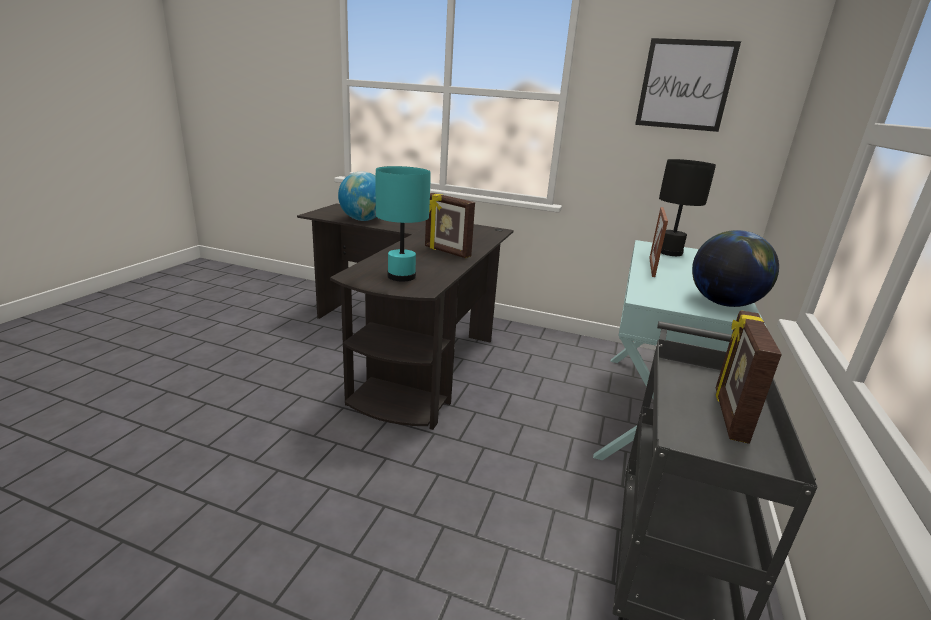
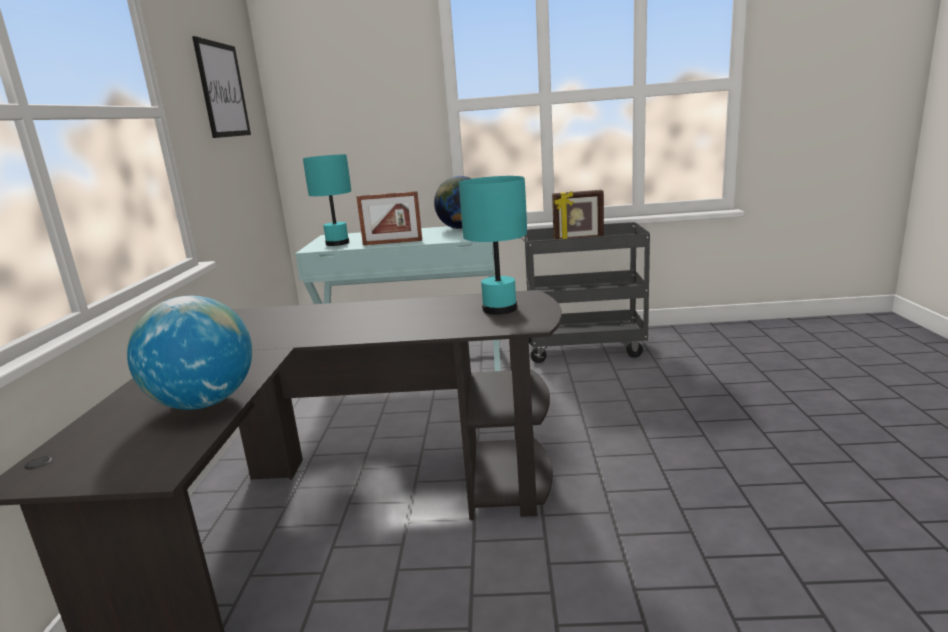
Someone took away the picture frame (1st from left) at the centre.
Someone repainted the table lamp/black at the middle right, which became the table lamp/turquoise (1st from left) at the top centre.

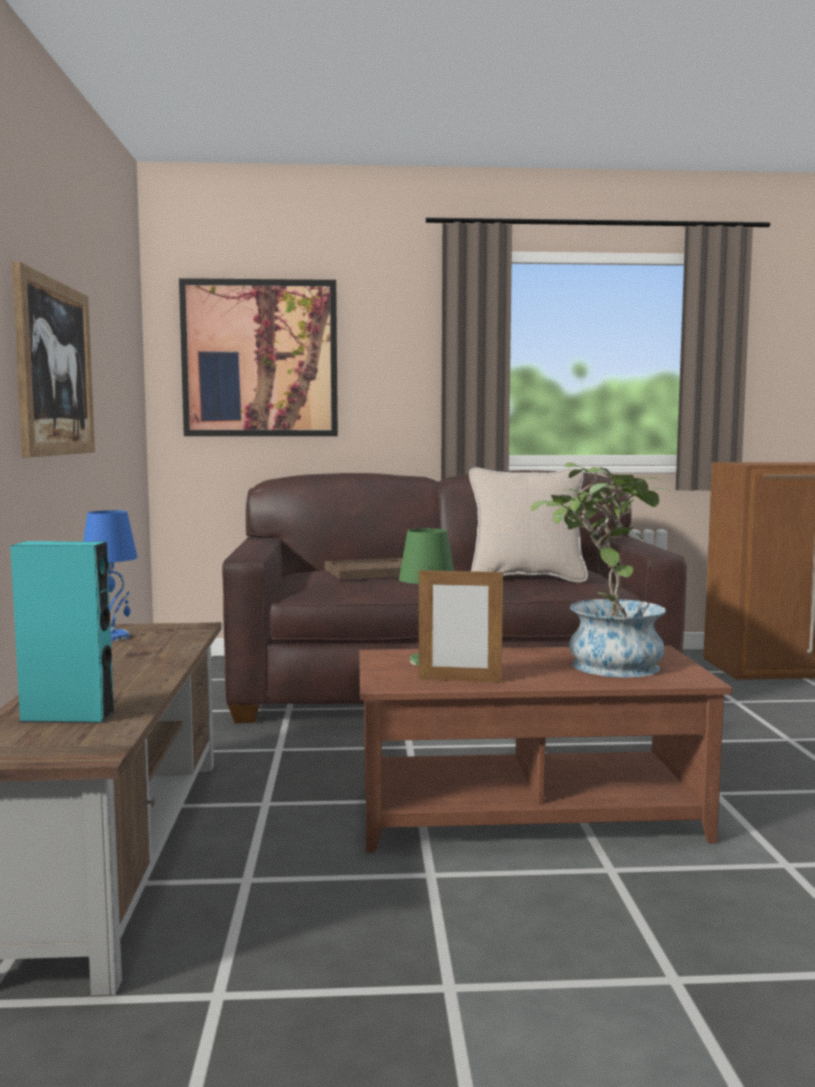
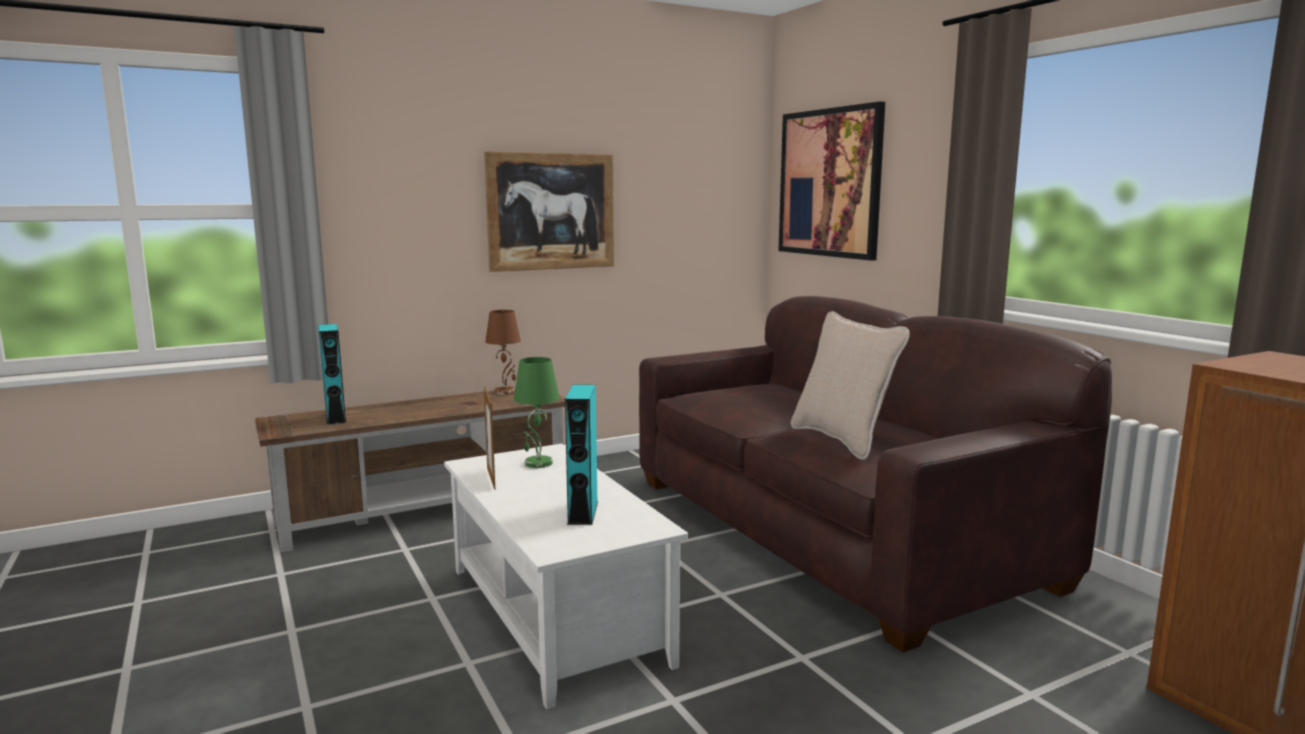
Someone repainted the table lamp/blue at the middle left, which became the table lamp/brown at the centre.
Someone took away the tray/brown at the centre.
Someone repainted the coffee table/brown at the bottom right, which became the coffee table/white at the bottom centre.
Someone swapped the potted plant at the middle right for the speaker/turquoise (2nd from left) at the centre.

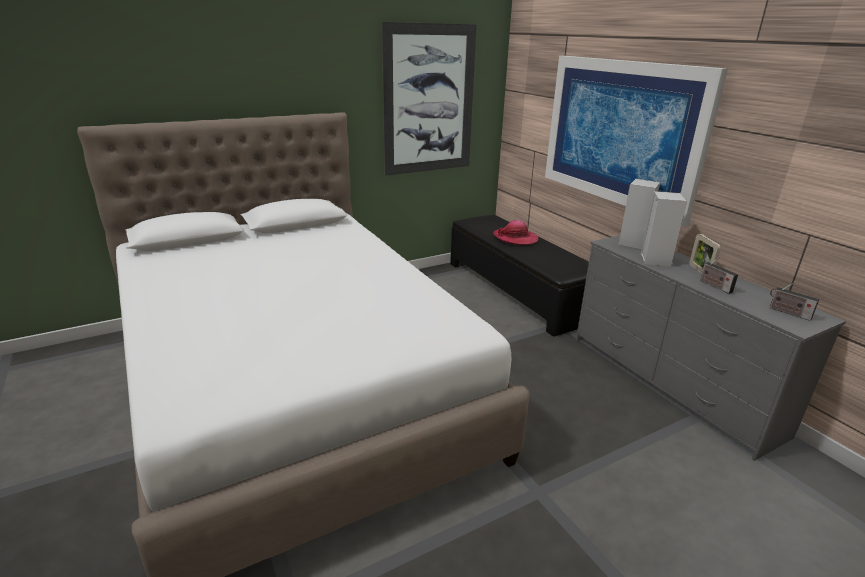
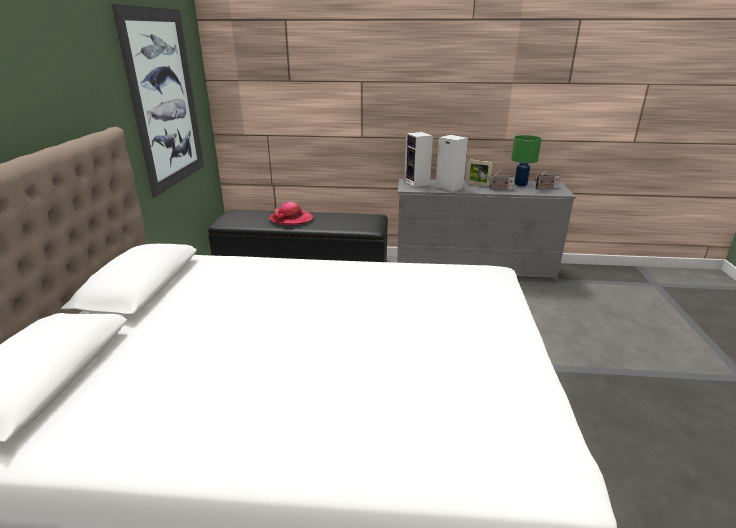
Someone took away the picture (2nd from left) at the top right.
Someone put down the table lamp/green at the top right.

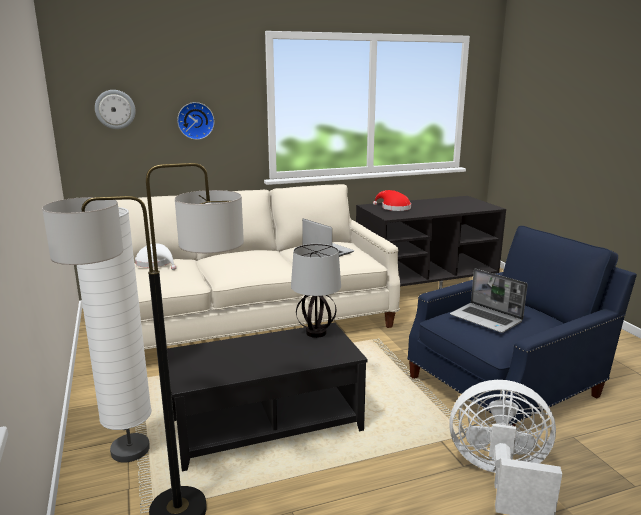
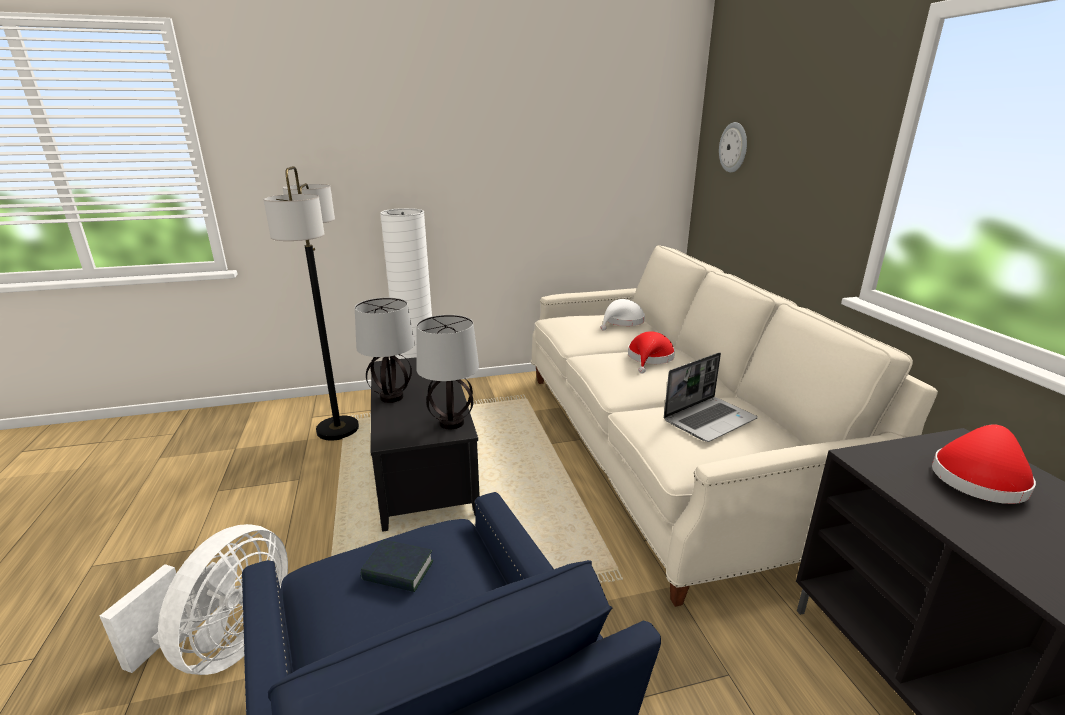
Someone took away the wall clock (2nd from left) at the top left.
Someone swapped the laptop (2nd from left) at the middle right for the book at the bottom centre.
Someone put down the table lamp (1st from left) at the centre.
Someone put down the hat/red (1st from left) at the centre.

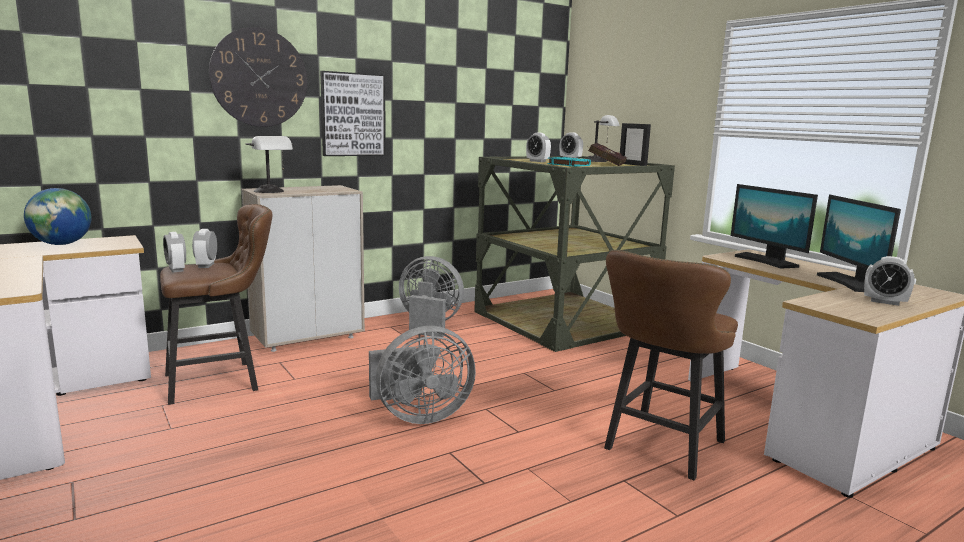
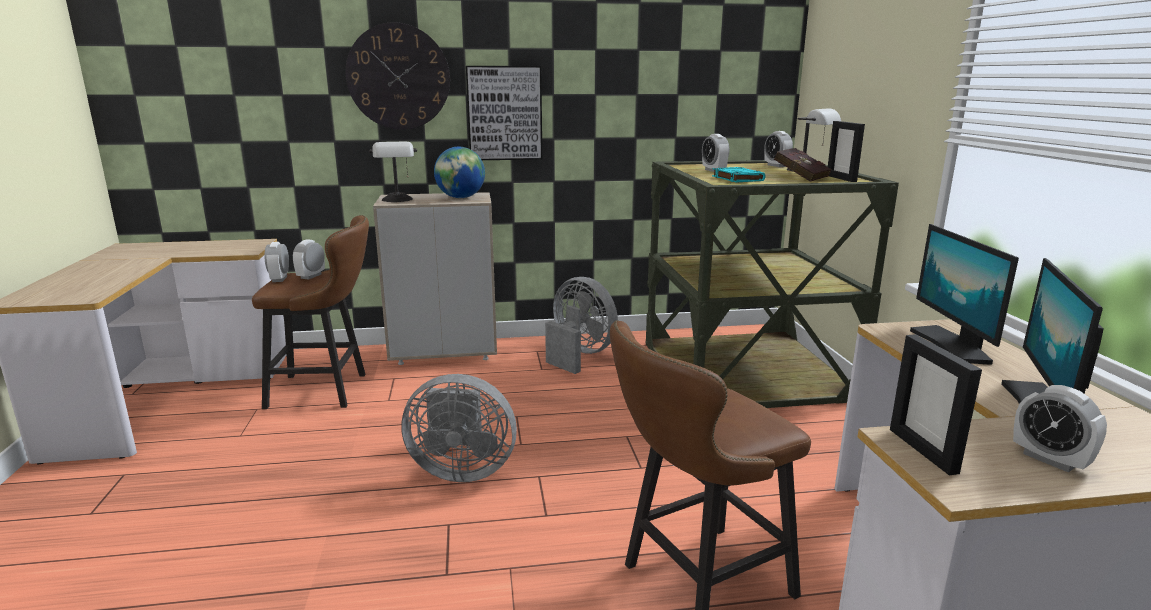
Someone carried the globe from the middle left to the top centre.
Someone put down the picture frame (2nd from left) at the middle right.

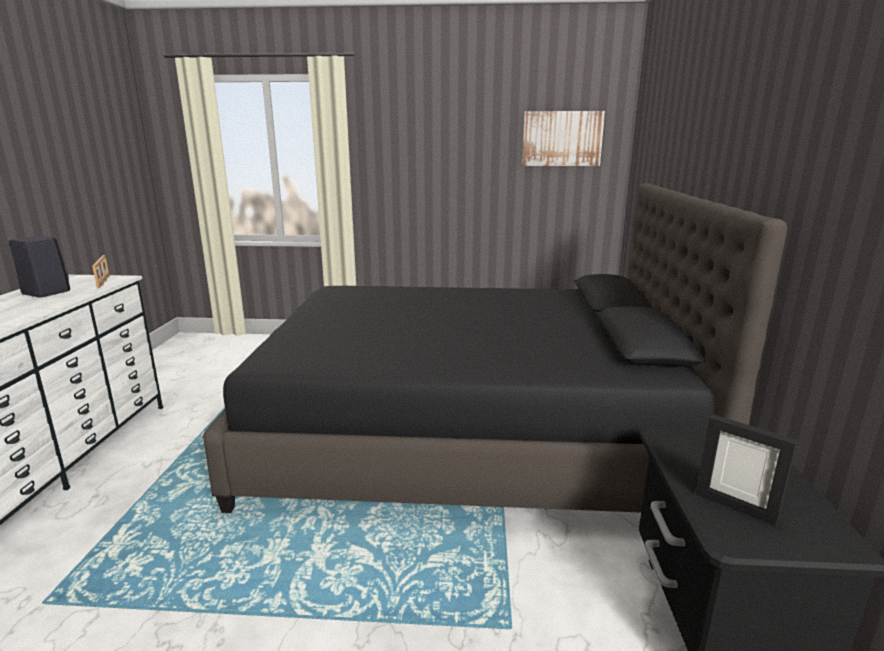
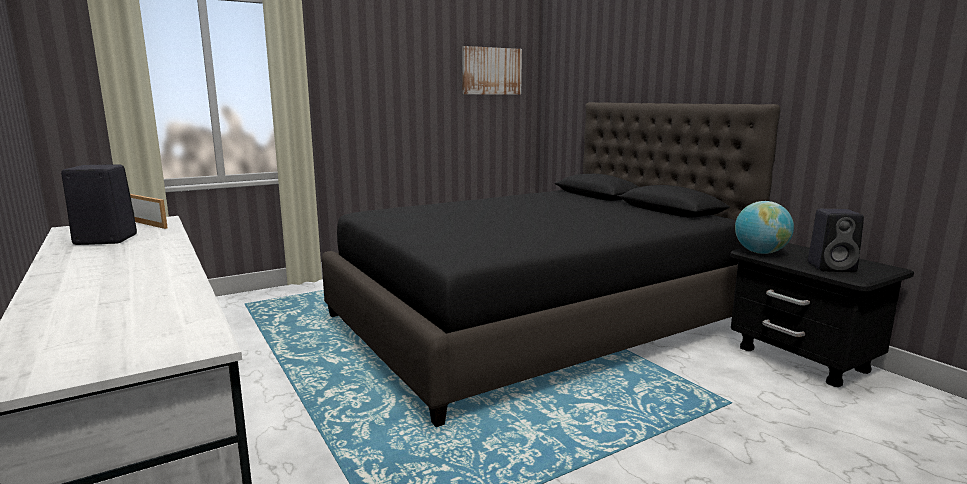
Someone swapped the picture frame (2nd from left) at the bottom right for the speaker/black (2nd from left) at the middle right.
Someone put down the globe at the middle right.

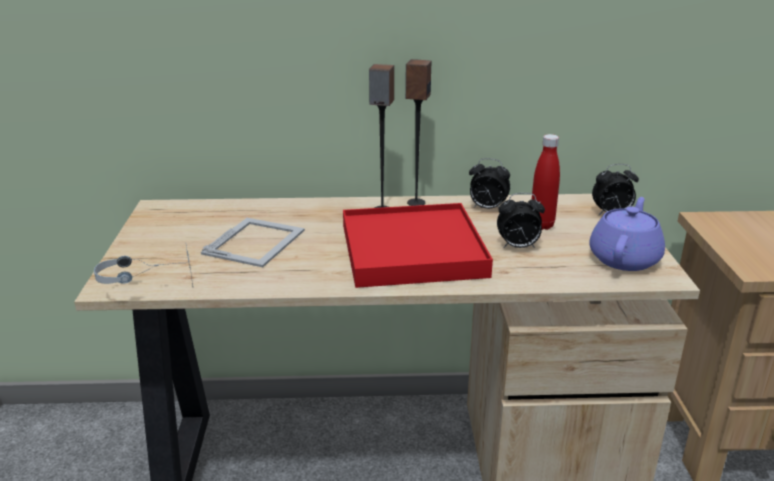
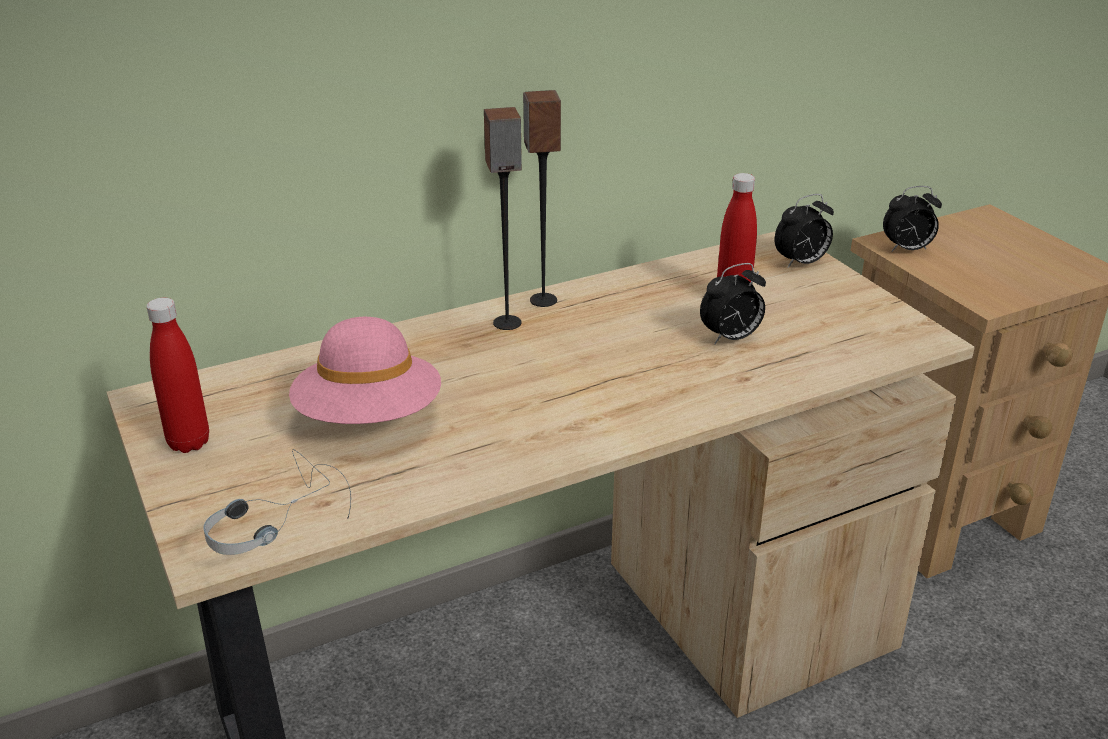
Someone swapped the picture frame at the middle left for the hat/pink at the middle left.
Someone took away the tray/red at the centre.
Someone carried the alarm clock (1st from left in the first image) from the centre to the top right.
Someone took away the teapot/purple at the middle right.
Someone put down the bottle/red (1st from left) at the middle left.

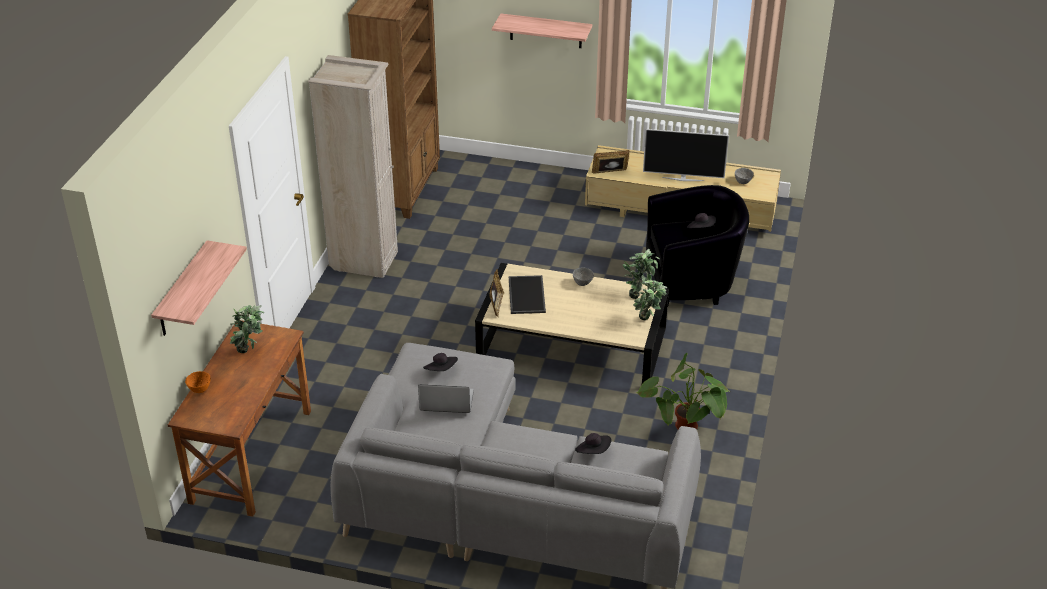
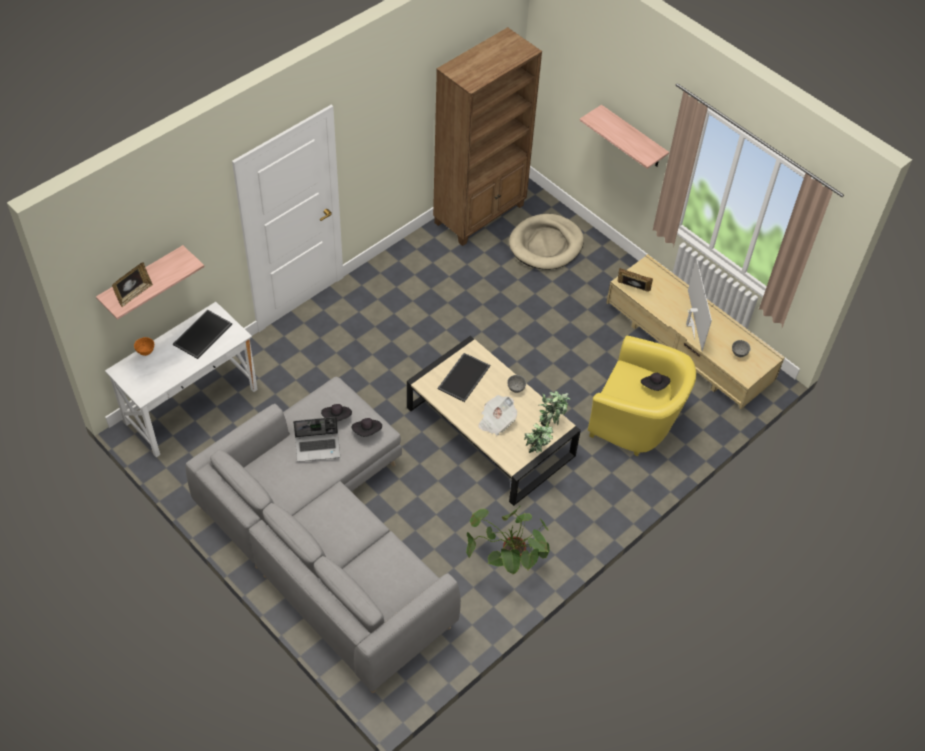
Someone repainted the desk/brown at the bottom left, which became the desk/white at the middle left.
Someone swapped the potted plant (1st from left) at the middle left for the tray (1st from left) at the middle left.
Someone took away the cabinet/beige at the top centre.
Someone rotated the laptop at the bottom centre by 135 degrees clockwise.
Someone carried the picture frame (1st from left) from the centre to the middle left.
Someone carried the hat/black (2nd from left) from the bottom centre to the centre.
Someone rotated the television at the top centre by 135 degrees counterclockwise.
Someone repainted the armchair/black at the centre, which became the armchair/yellow at the middle right.
Someone put down the newspaper at the centre.
Someone put down the dog bed/beige at the top centre.

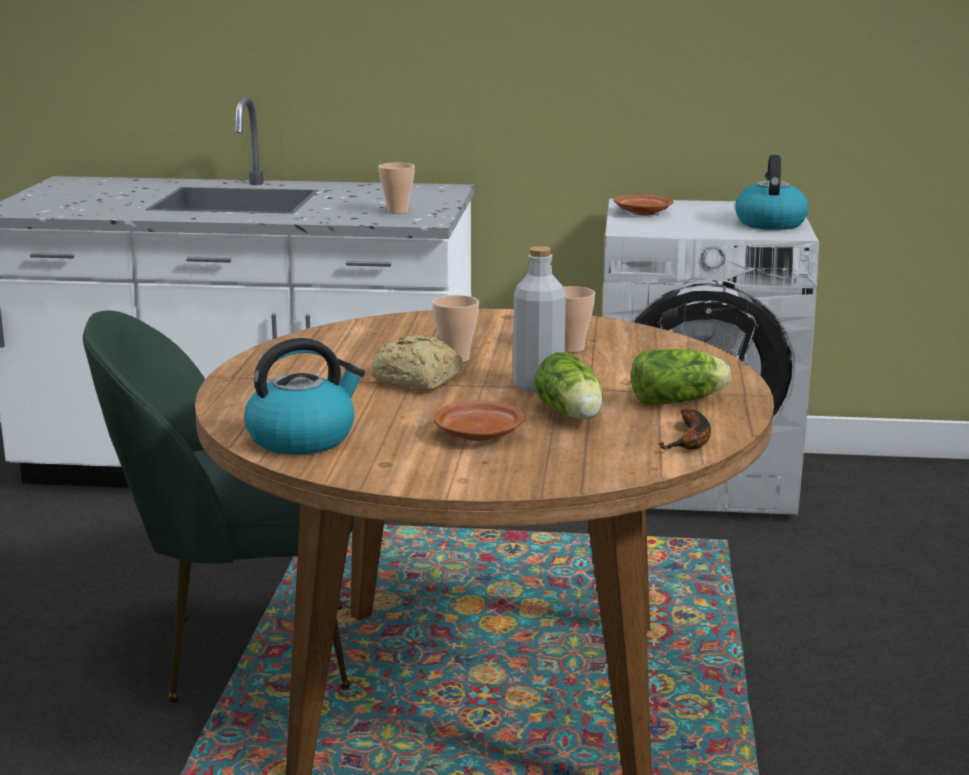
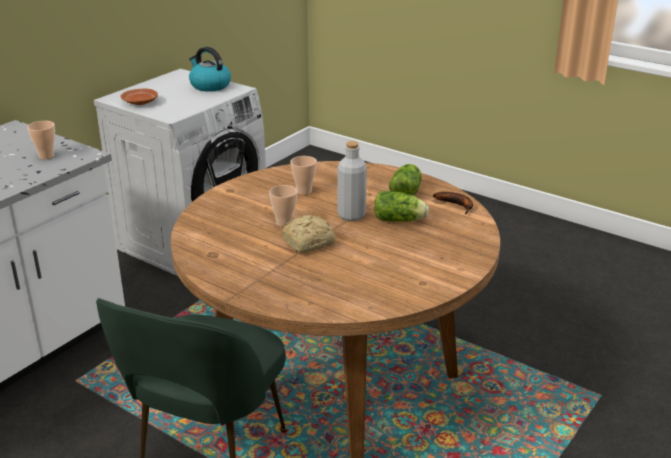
Someone took away the kettle (1st from left) at the middle left.
Someone took away the plate/brown (1st from left) at the centre.

